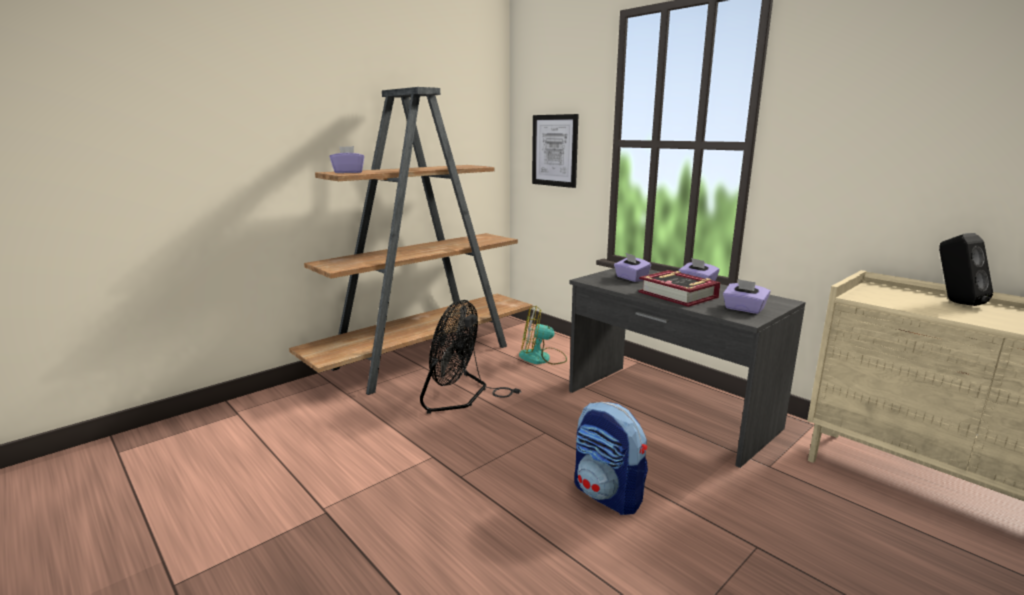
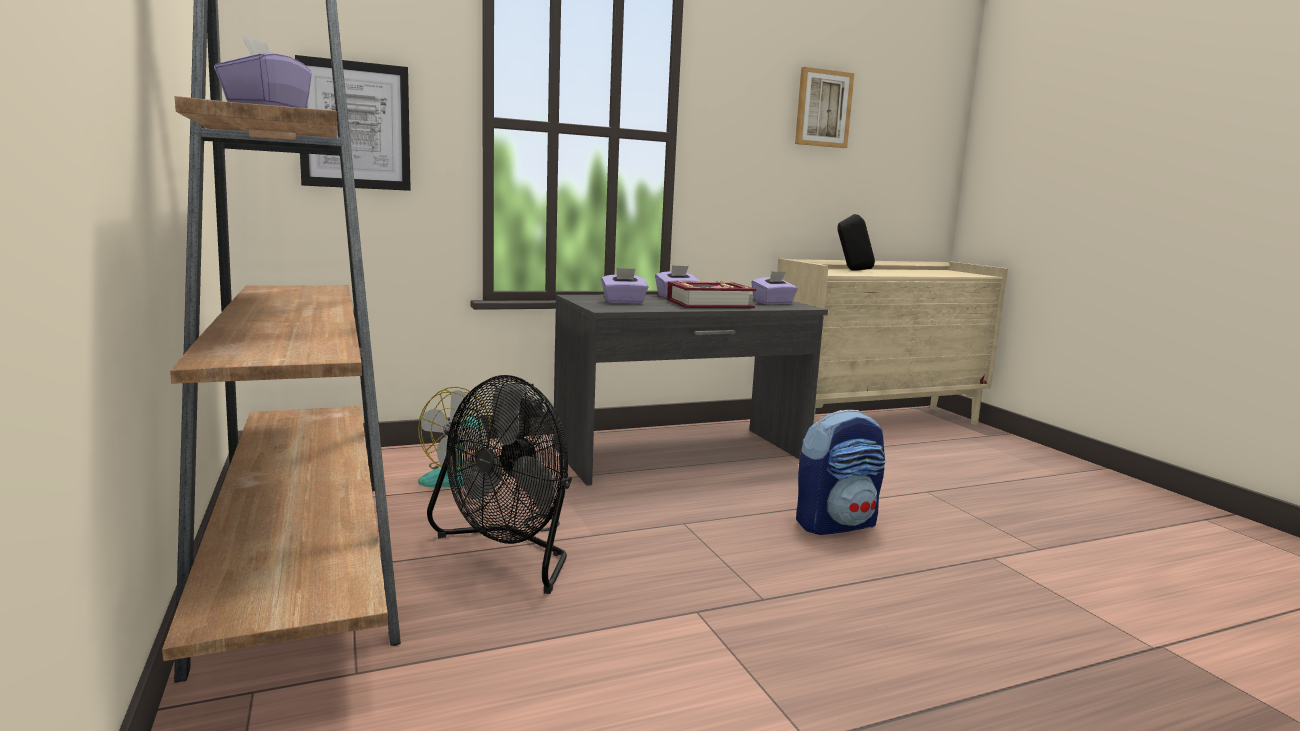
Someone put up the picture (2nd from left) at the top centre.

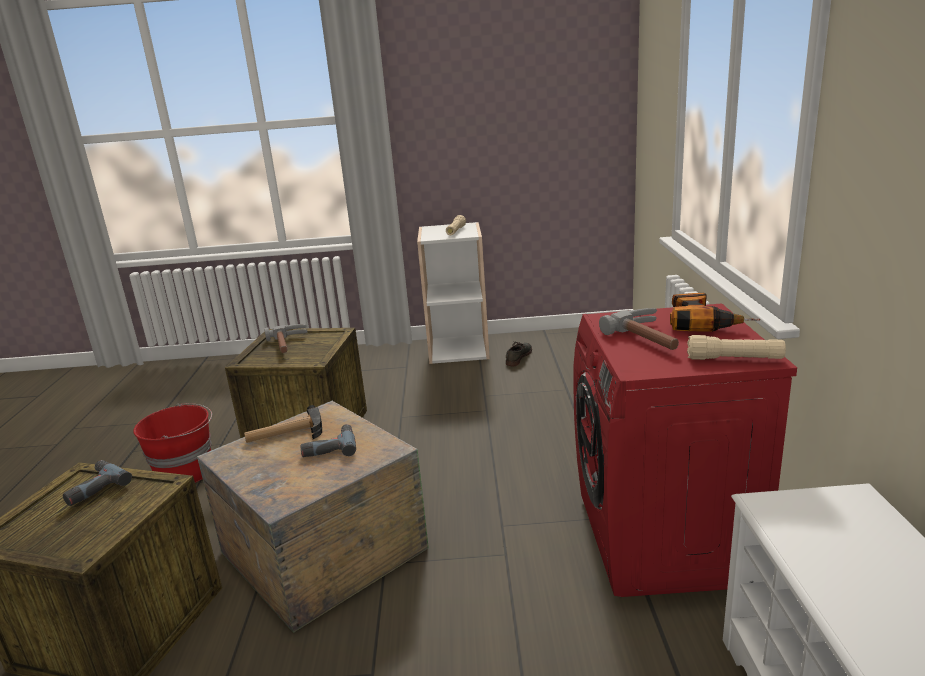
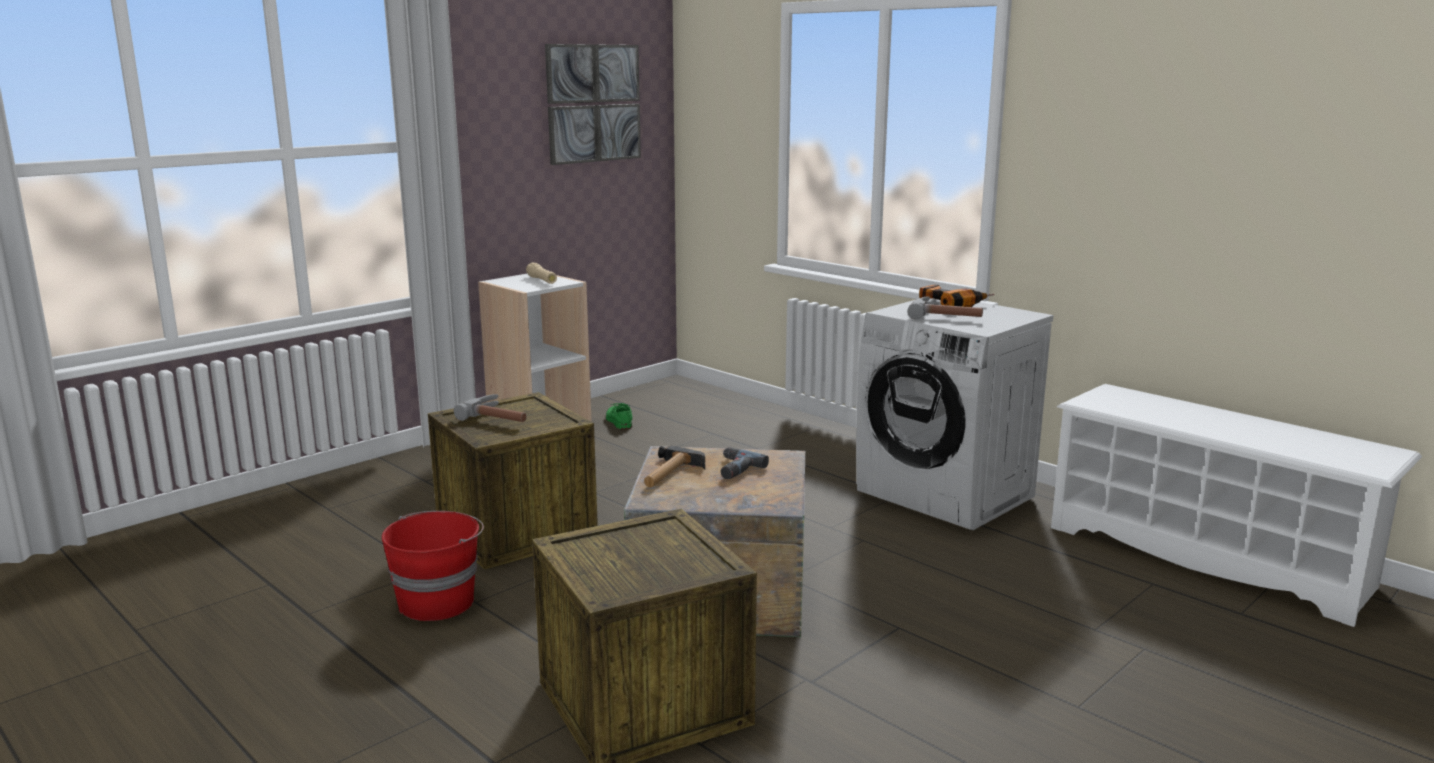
Someone took away the power drill (1st from left) at the bottom left.
Someone repainted the shoe/grey at the centre, which became the shoe/green at the centre.
Someone repainted the washing machine/red at the middle right, which became the washing machine/white at the centre.
Someone took away the flashlight/beige (2nd from left) at the middle right.
Someone put up the picture at the top centre.

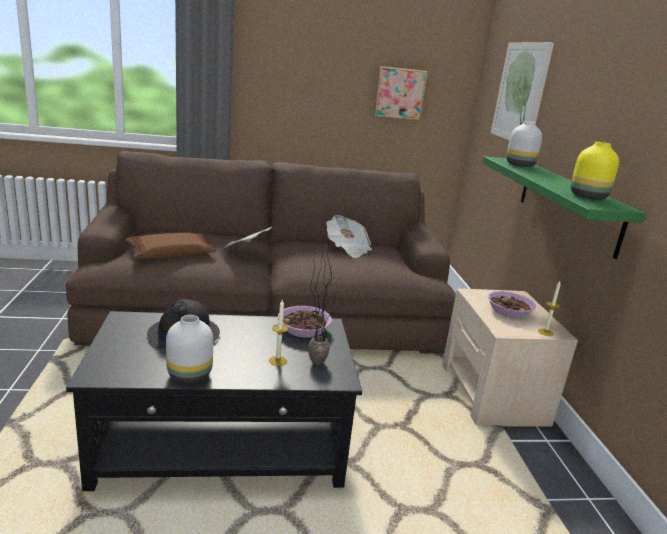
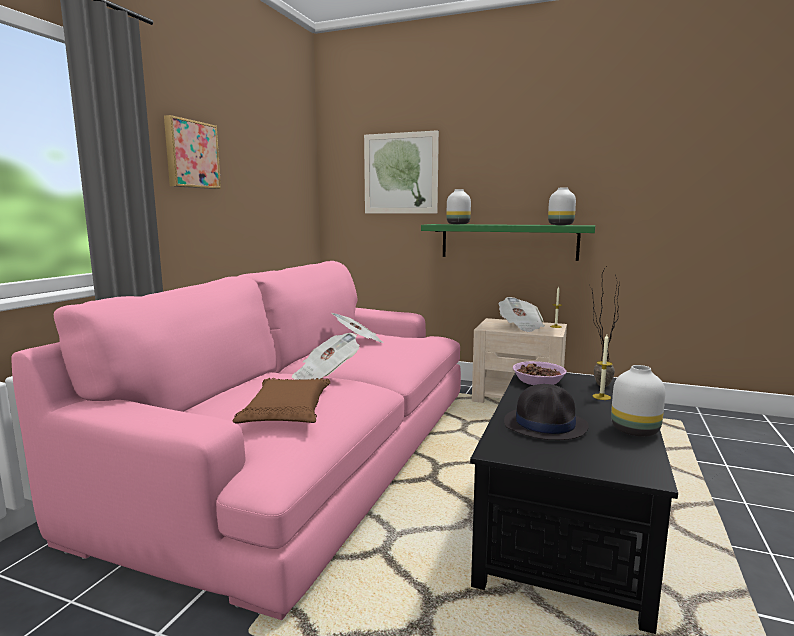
Someone repainted the sofa/brown at the centre, which became the sofa/pink at the bottom left.
Someone carried the picture (1st from left) from the top centre to the top left.
Someone swapped the bowl (2nd from left) at the middle right for the newspaper (3rd from left) at the centre.
Someone repainted the vase/yellow at the top right, which became the vase/white (2nd from left) at the top right.

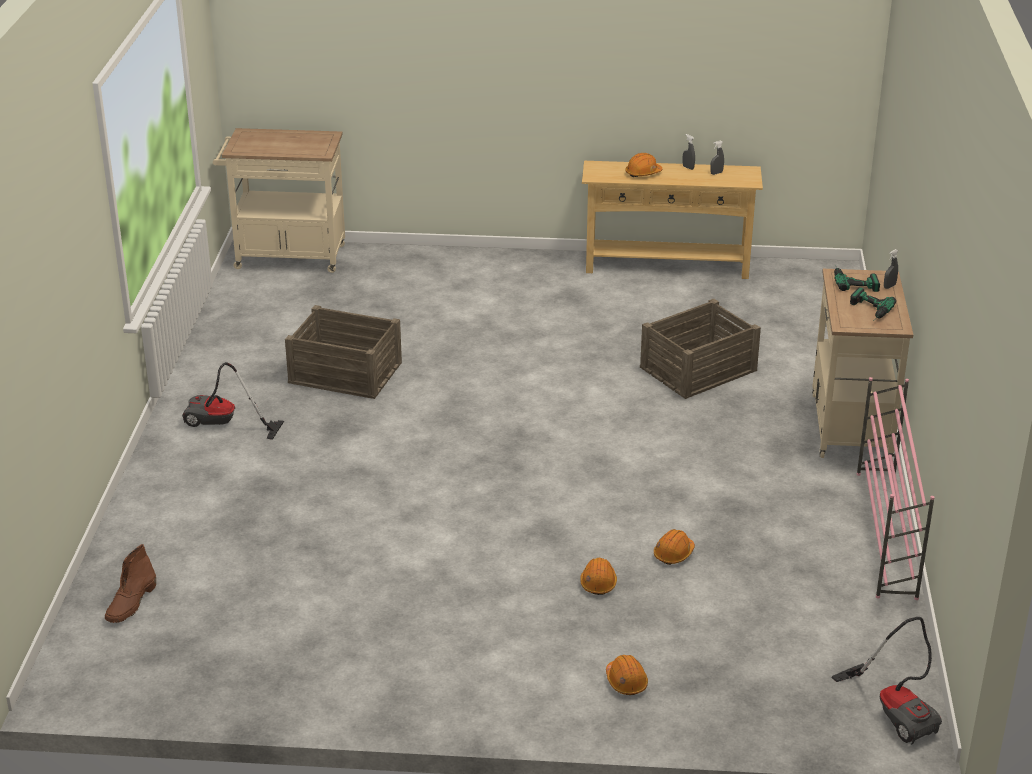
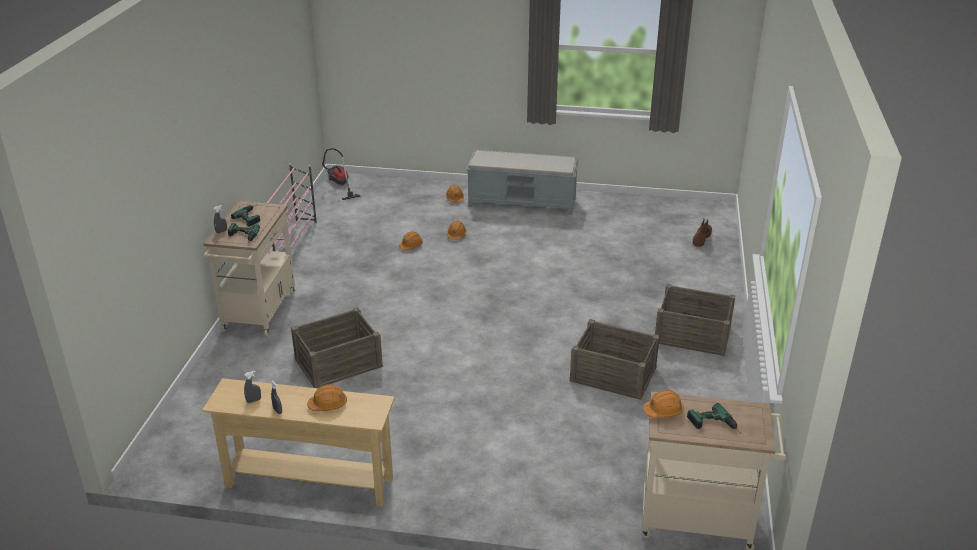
Someone swapped the vacuum cleaner (1st from left) at the middle left for the crate (3rd from left) at the middle right.
Someone put down the bench/grey at the top centre.
Someone put down the hard hat/orange (5th from left) at the bottom right.
Someone put down the power drill (3rd from left) at the bottom right.

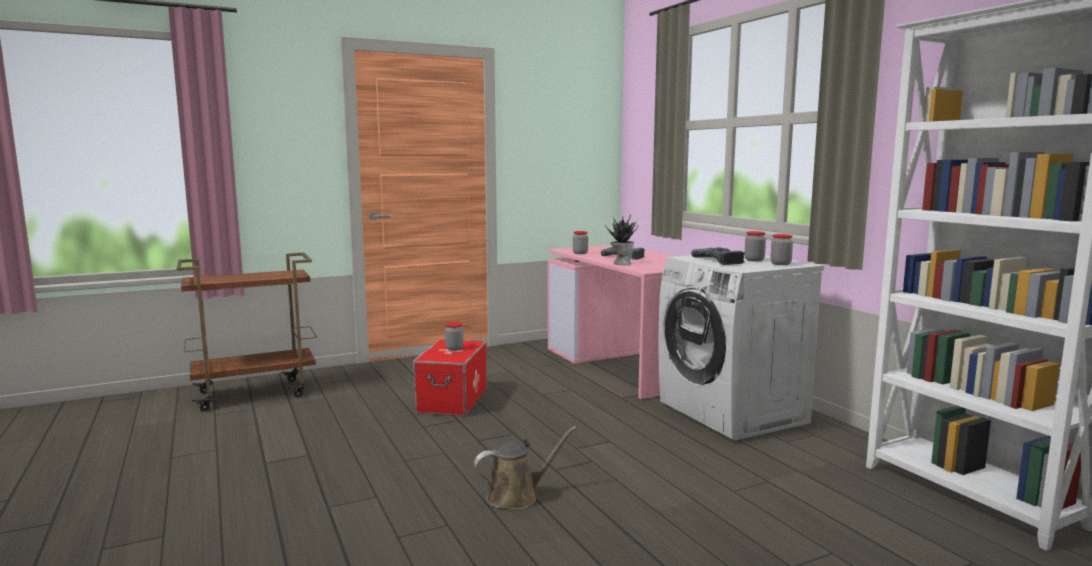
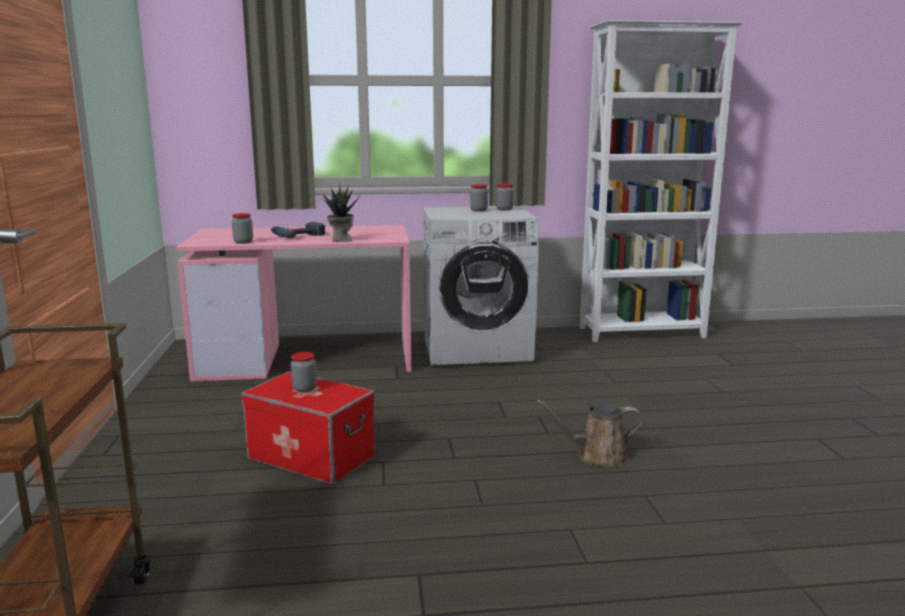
Someone rotated the watering can/brown at the bottom centre by 90 degrees counterclockwise.
Someone took away the power drill (2nd from left) at the centre.

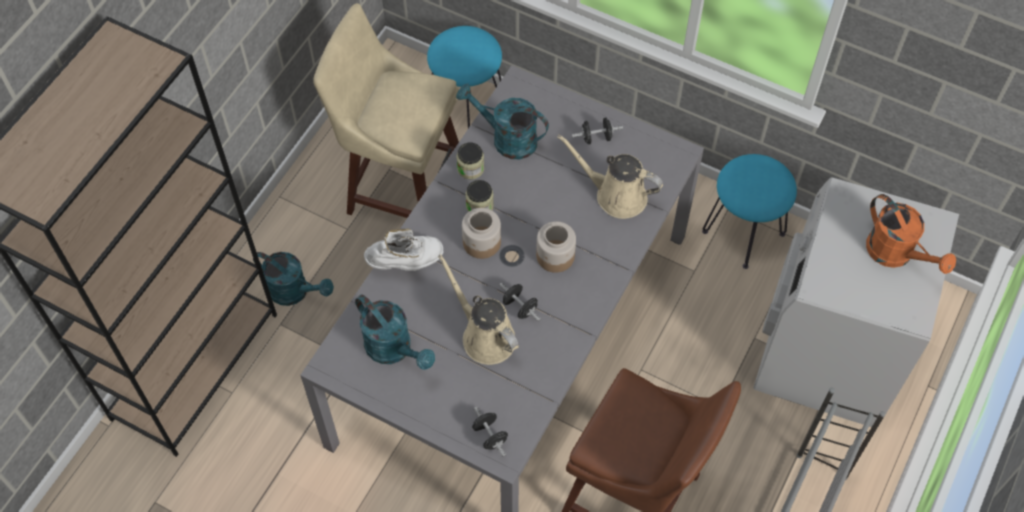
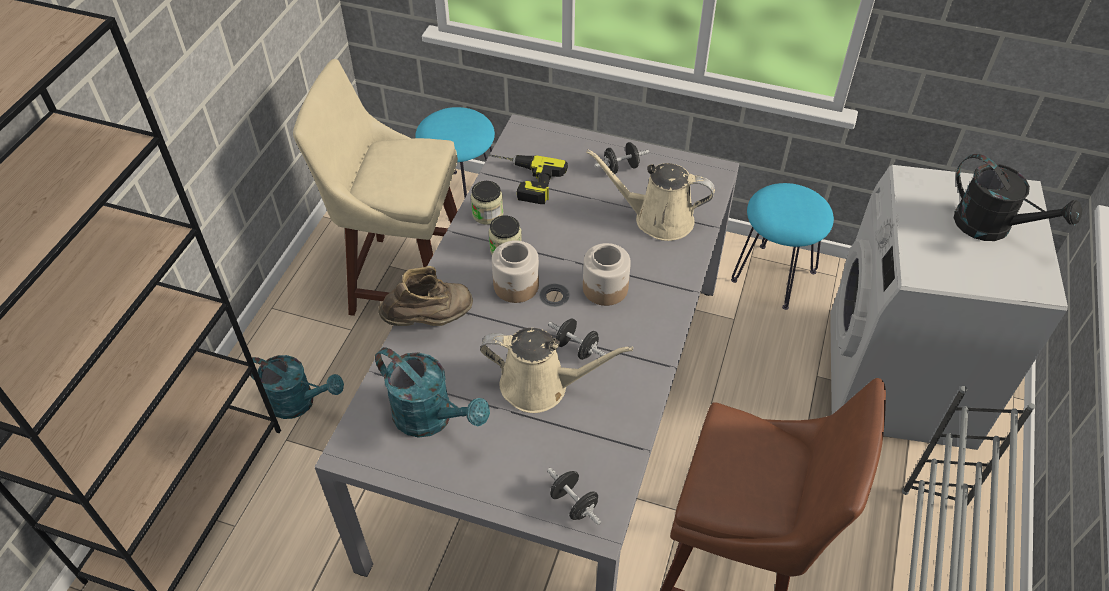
Someone repainted the boot/white at the centre, which became the boot/brown at the centre.
Someone rotated the watering can/beige (1st from left) at the centre by 150 degrees clockwise.
Someone swapped the watering can/turquoise (3rd from left) at the top centre for the power drill at the top centre.
Someone repainted the watering can/orange at the middle right, which became the watering can/black at the middle right.

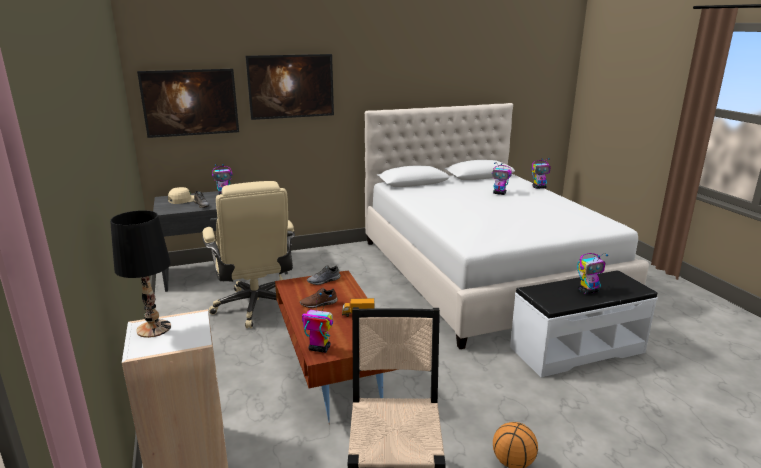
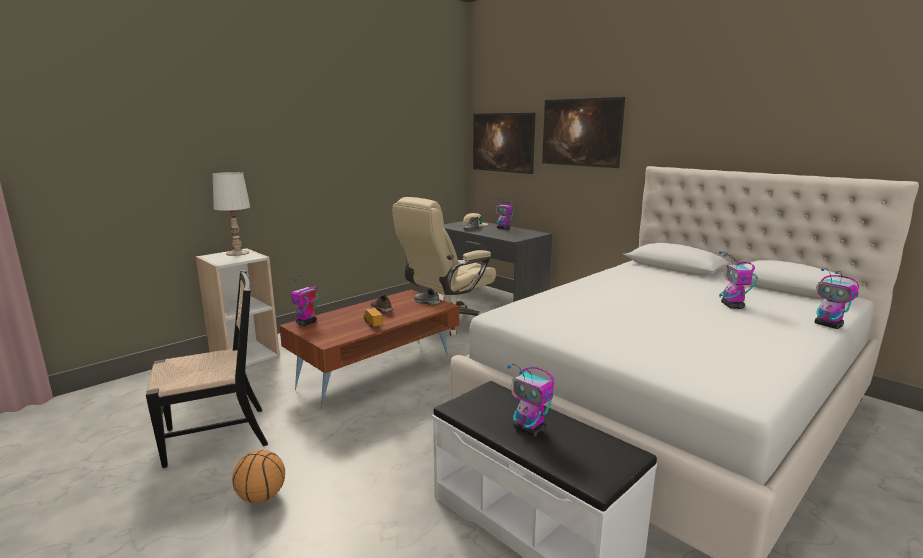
Someone repainted the table lamp/black at the middle left, which became the table lamp/white at the middle left.
Someone rotated the toy robot (2nd from left in the first image) at the bottom centre by 135 degrees counterclockwise.

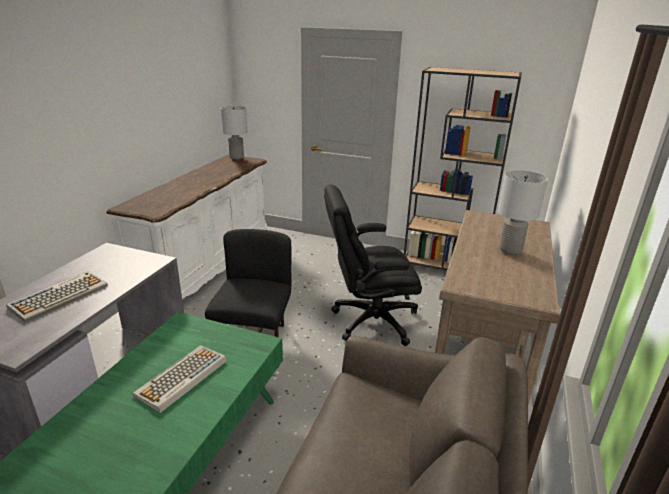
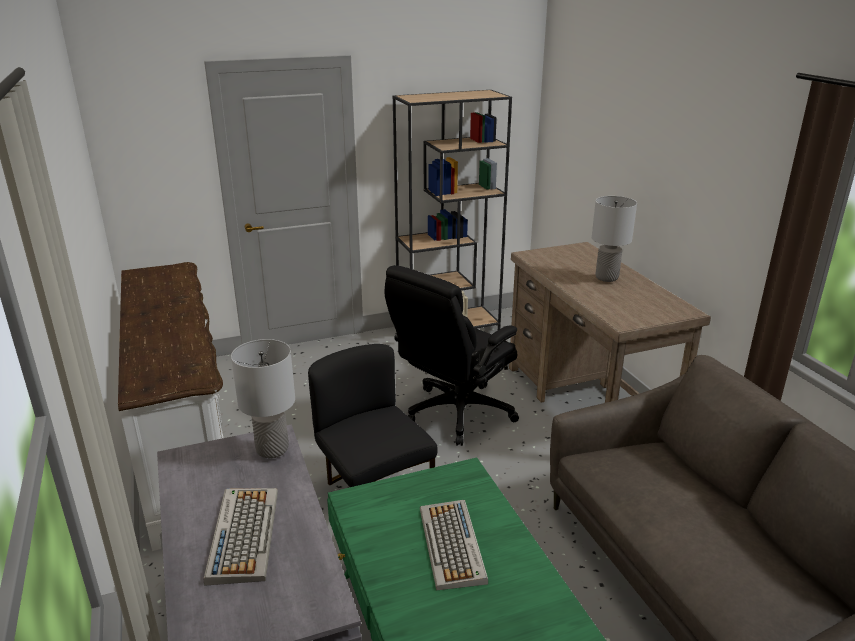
Someone carried the table lamp/grey (1st from left) from the top centre to the middle left.

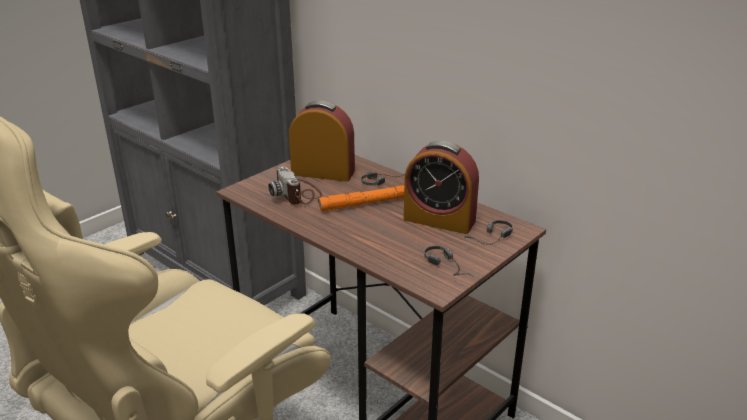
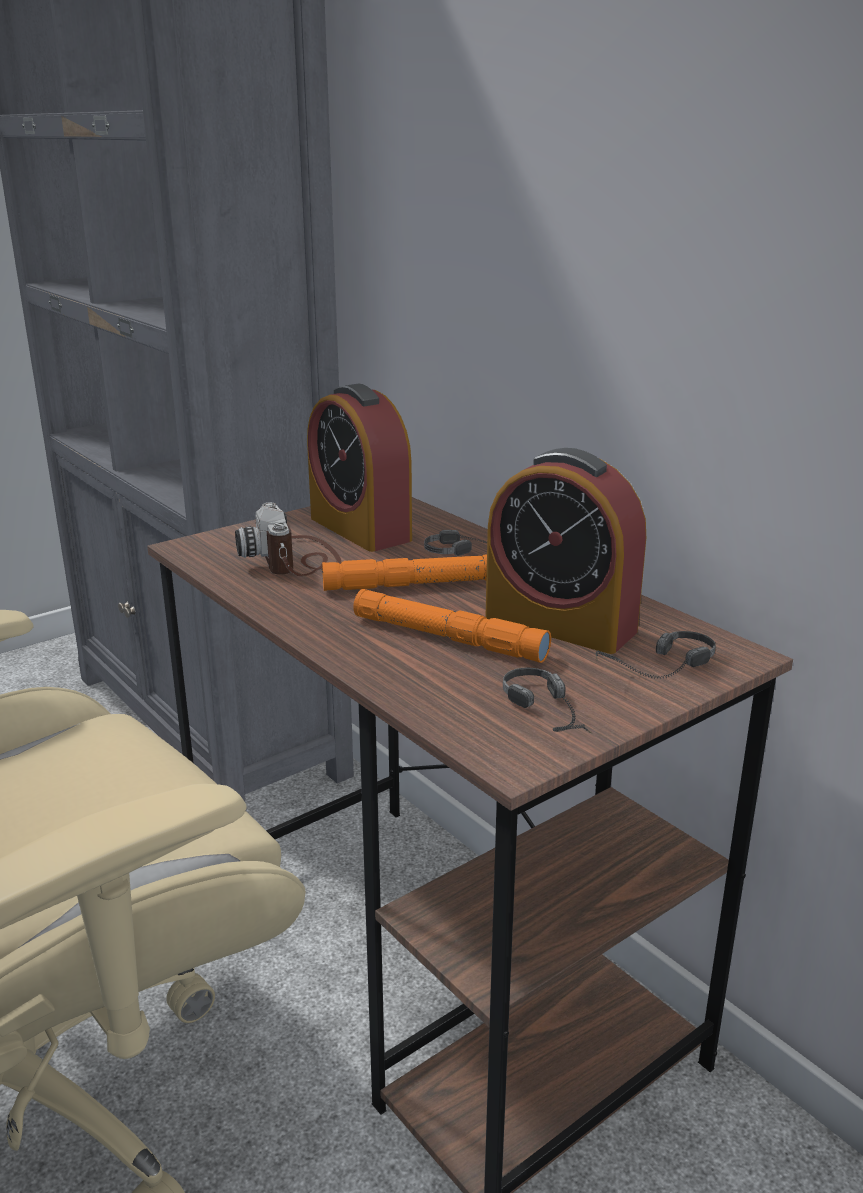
Someone rotated the alarm clock (1st from left) at the centre by 150 degrees counterclockwise.
Someone put down the flashlight/orange (2nd from left) at the centre.

